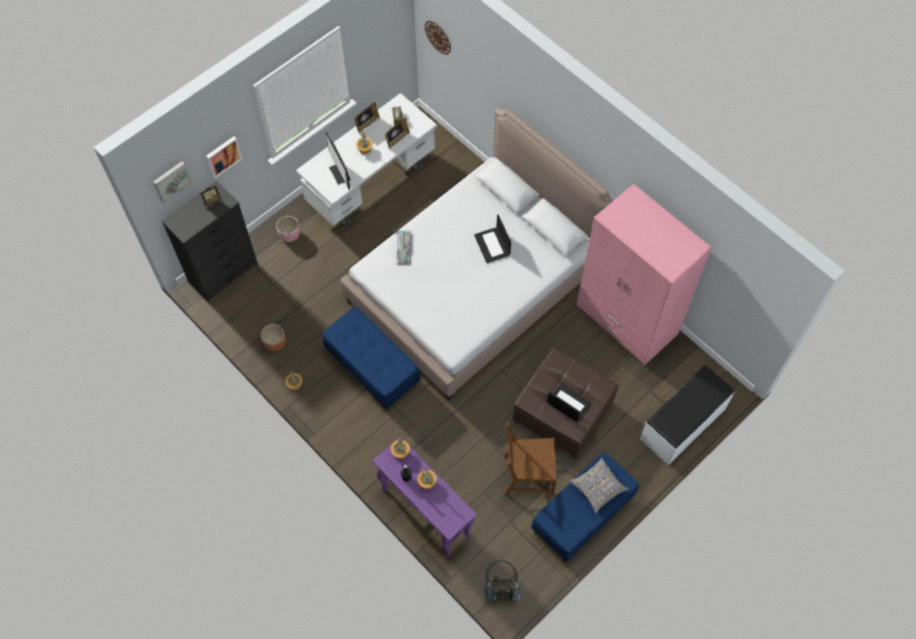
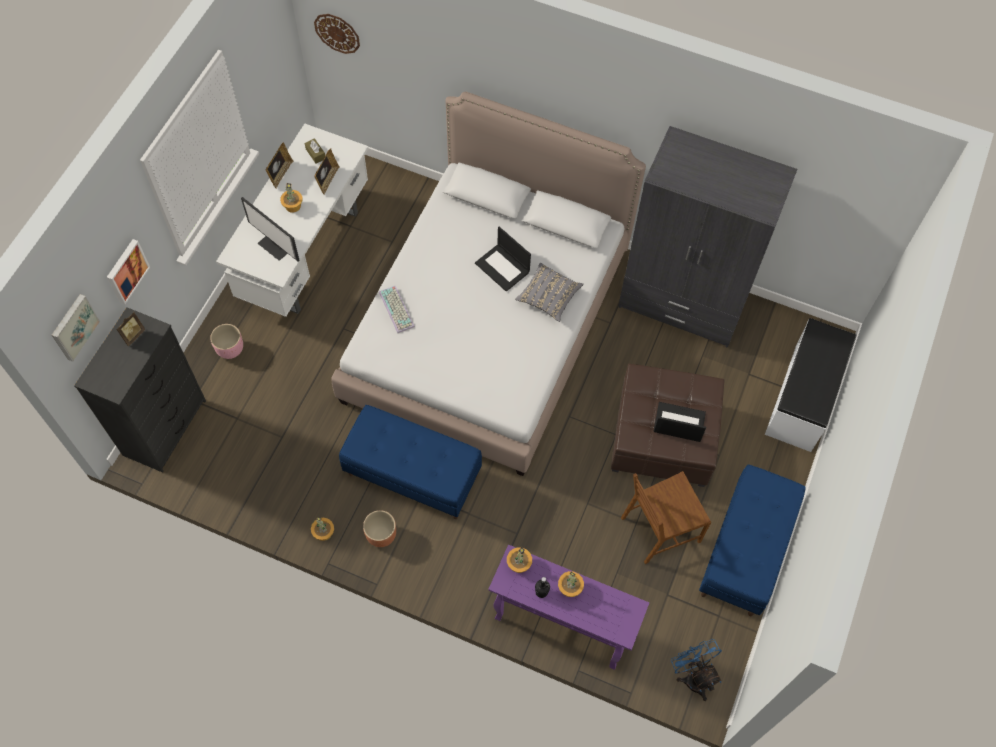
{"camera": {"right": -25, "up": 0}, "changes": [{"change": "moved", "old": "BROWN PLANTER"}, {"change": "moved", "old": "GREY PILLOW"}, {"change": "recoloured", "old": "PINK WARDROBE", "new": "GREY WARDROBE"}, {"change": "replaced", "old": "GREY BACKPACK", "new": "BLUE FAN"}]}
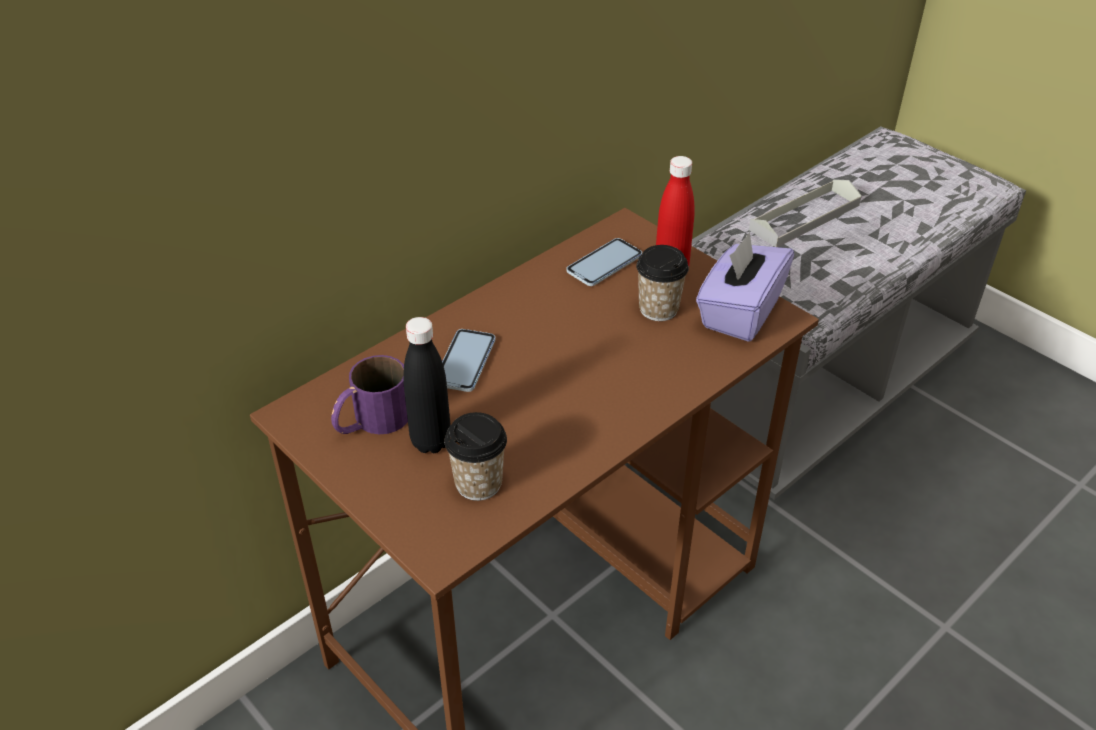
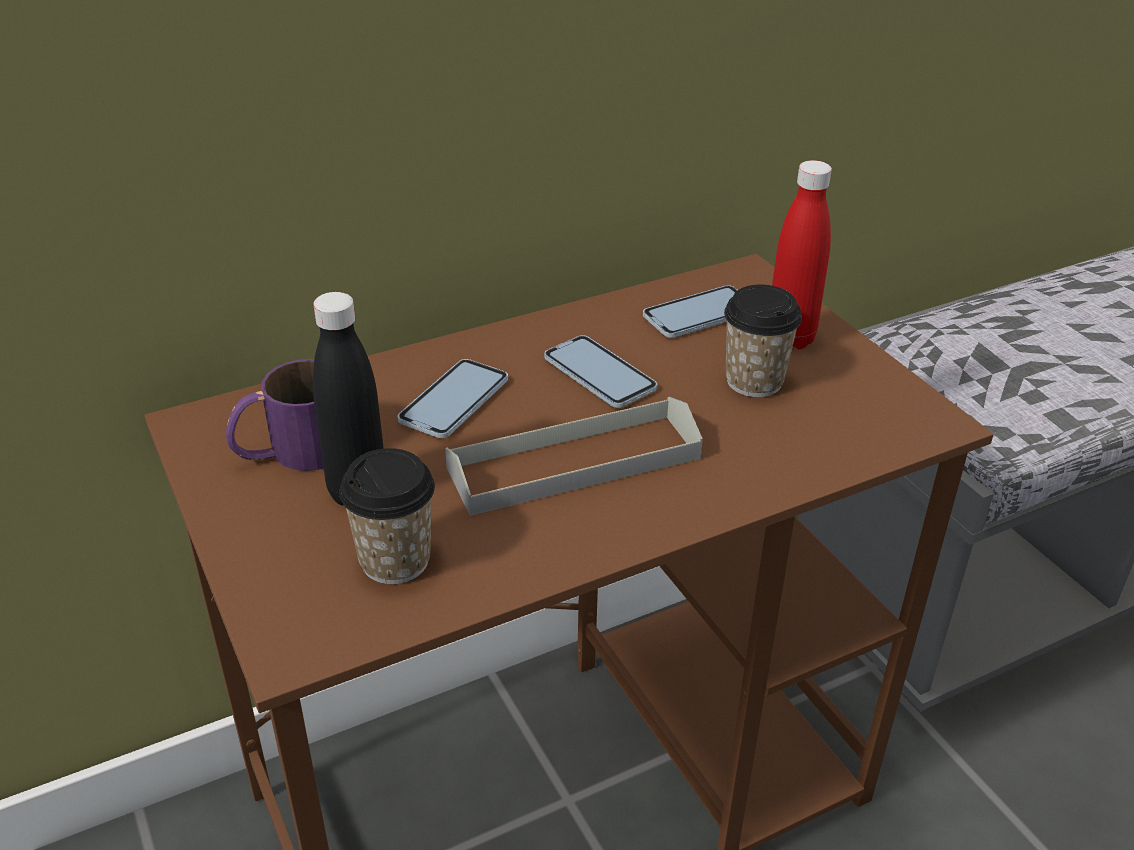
{"camera": {"right": 15, "up": -5}, "changes": [{"change": "moved", "old": "GREY TRAY"}, {"change": "added", "new": "PHONE (2nd from left)"}, {"change": "removed", "old": "PURPLE TISSUE BOX"}]}
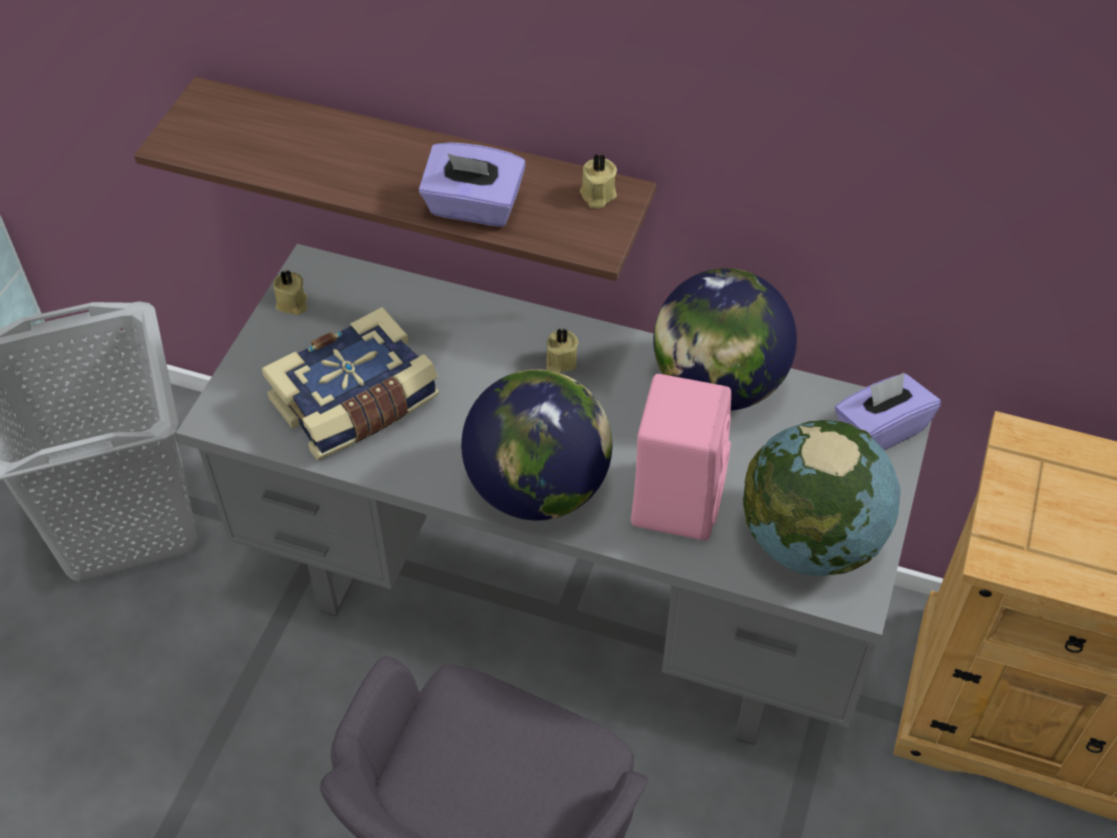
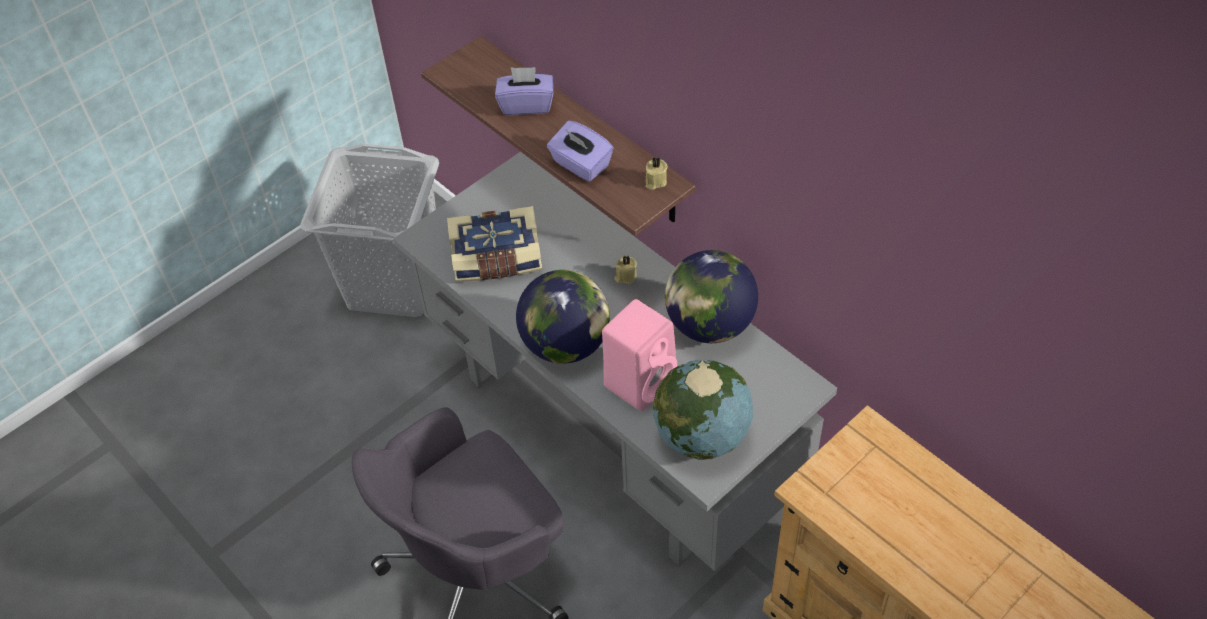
{"camera": {"right": 30, "up": 0}, "changes": [{"change": "moved", "old": "PURPLE TISSUE BOX (2nd from left in the first image)", "new": "PURPLE TISSUE BOX (1st from left)"}, {"change": "removed", "old": "BEIGE CANDLE (1st from left)"}]}
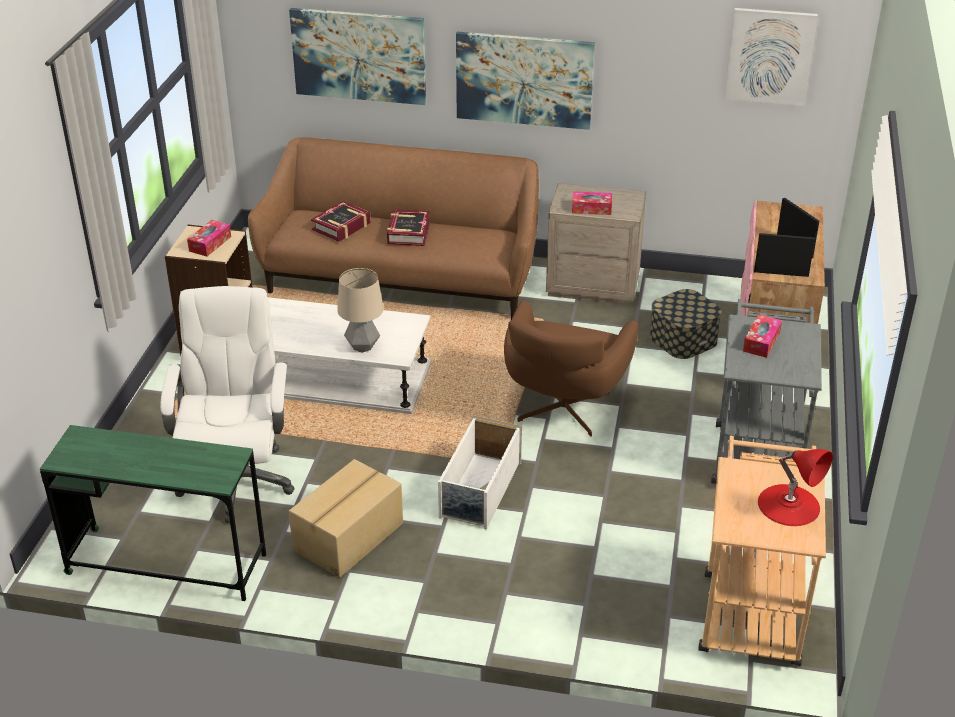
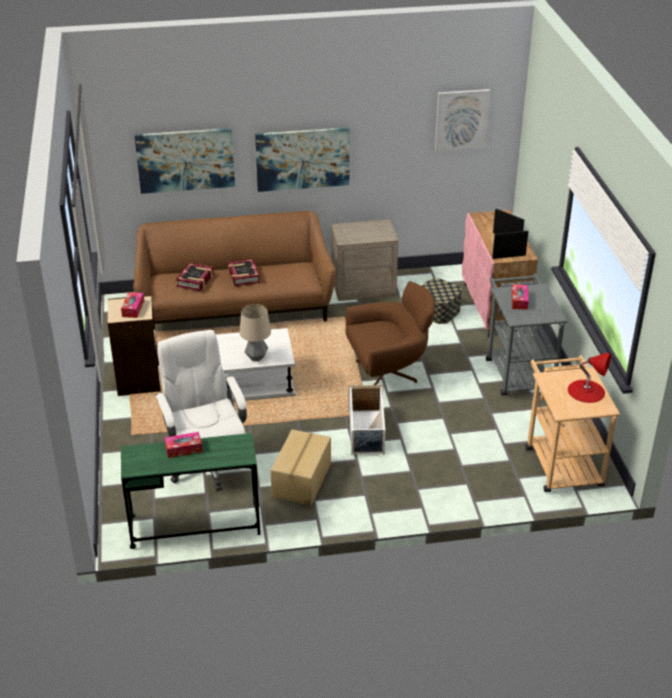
{"camera": {"right": -20, "up": 0}, "changes": [{"change": "moved", "old": "TISSUE BOX (2nd from left)"}, {"change": "turned", "old": "BROWN ARMCHAIR", "degrees": -105}]}
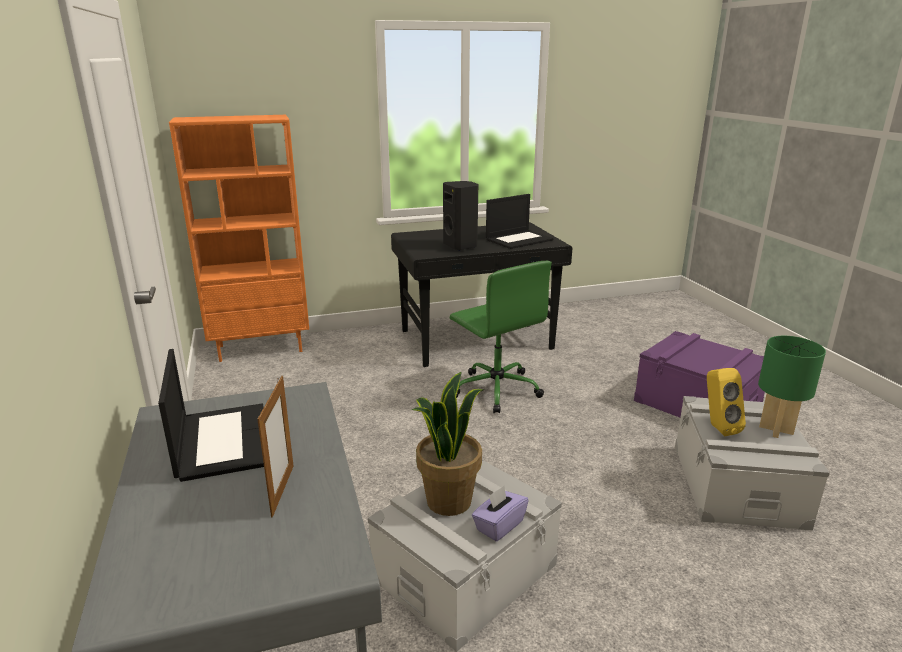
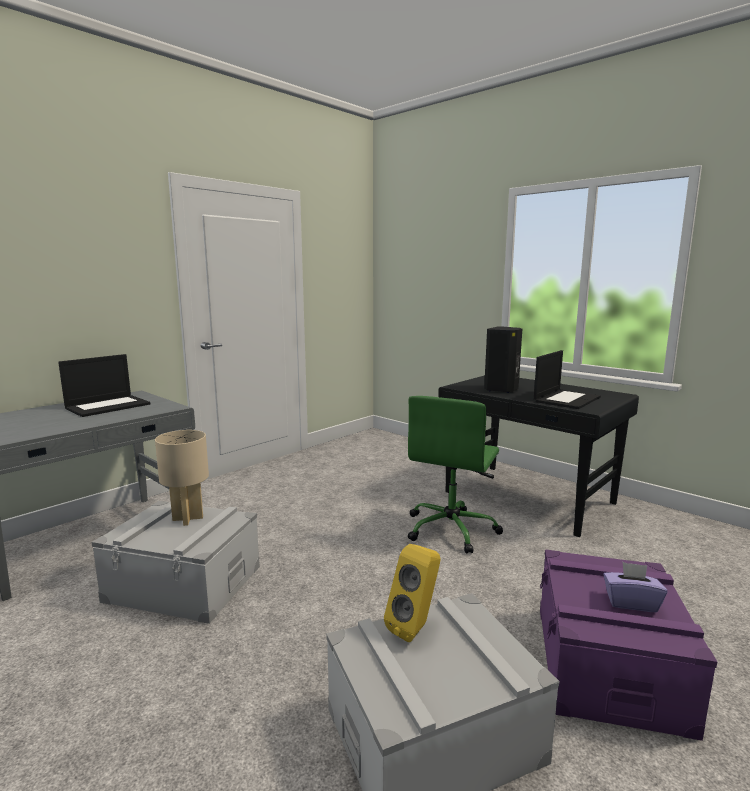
{"camera": {"right": 60, "up": -10}, "changes": [{"change": "replaced", "old": "POTTED PLANT", "new": "BEIGE TABLE LAMP"}, {"change": "turned", "old": "LAPTOP (2nd from left)", "degrees": -75}, {"change": "moved", "old": "PURPLE TISSUE BOX"}, {"change": "removed", "old": "ORANGE BOOKCASE"}, {"change": "removed", "old": "PICTURE FRAME"}, {"change": "removed", "old": "GREEN TABLE LAMP"}]}
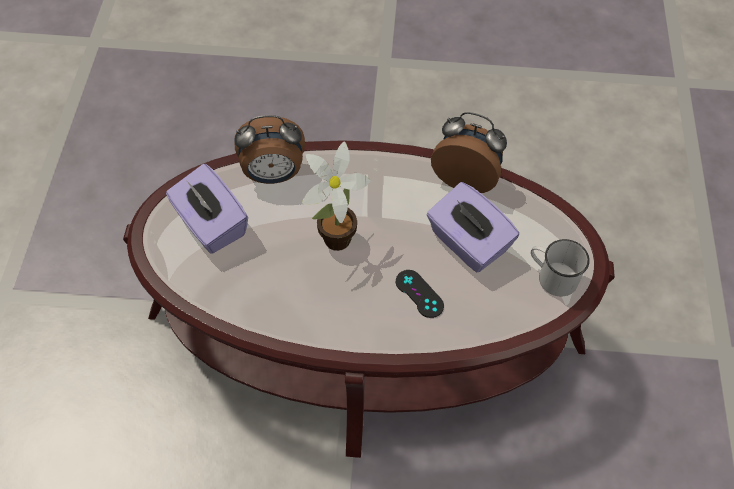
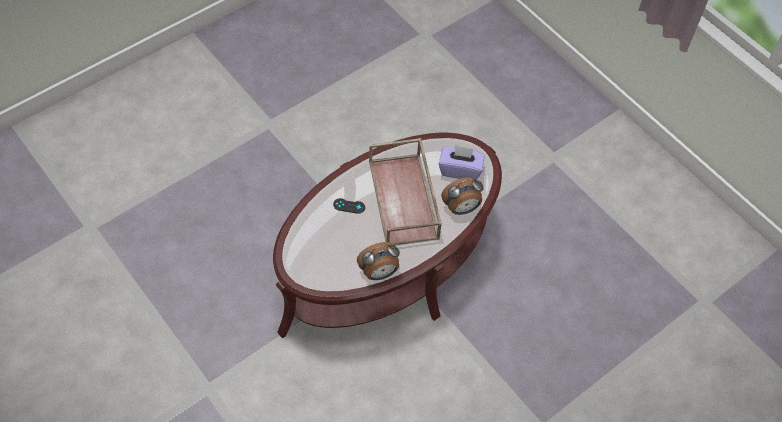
{"camera": {"right": 135, "up": 0}, "changes": [{"change": "replaced", "old": "POTTED PLANT", "new": "BROWN TRAY"}, {"change": "turned", "old": "ALARM CLOCK (1st from left in the first image)", "degrees": -150}, {"change": "removed", "old": "PURPLE TISSUE BOX (2nd from left)"}, {"change": "removed", "old": "WHITE MUG"}]}
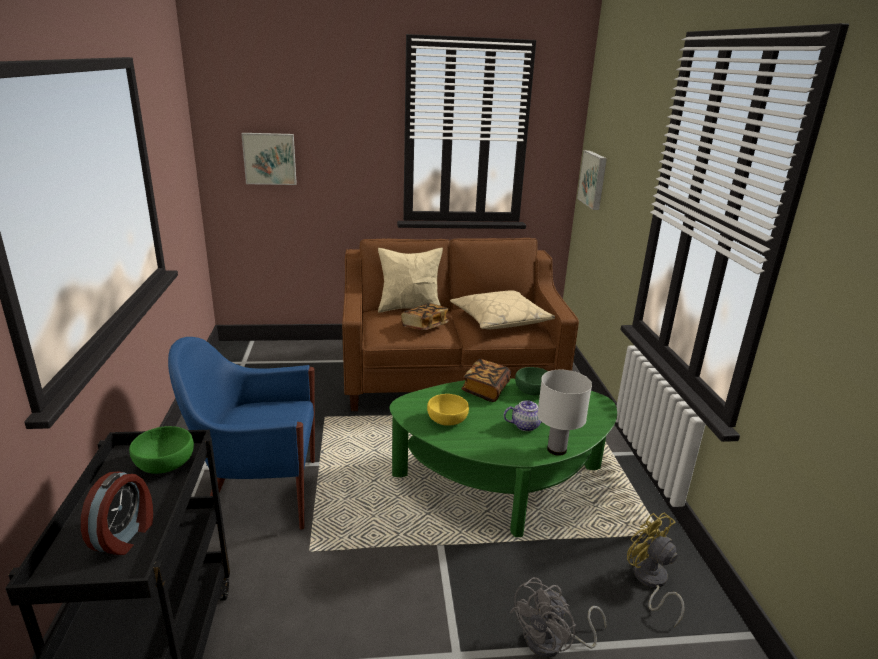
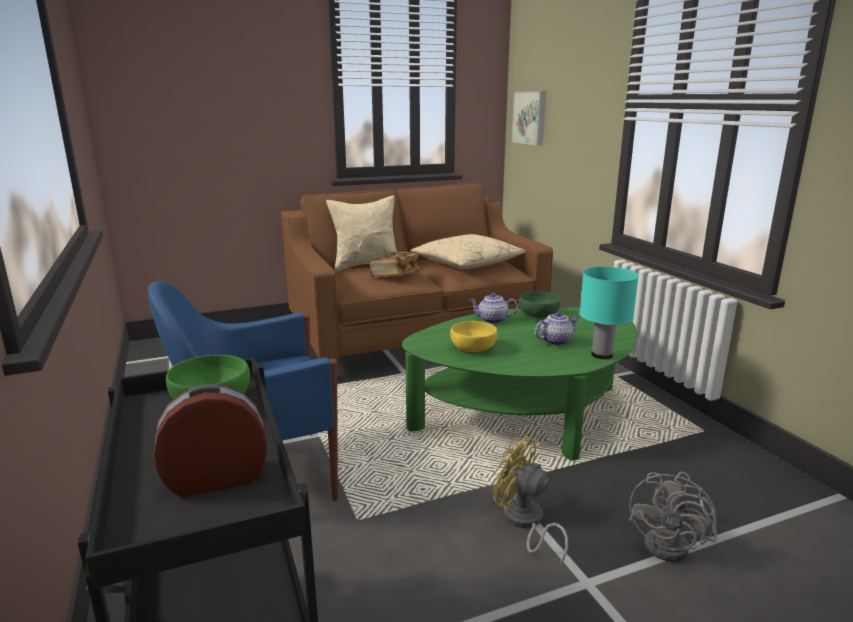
{"camera": {"right": -15, "up": -5}, "changes": [{"change": "turned", "old": "ALARM CLOCK", "degrees": -105}, {"change": "replaced", "old": "BOOK (2nd from left)", "new": "TEAPOT (1st from left)"}, {"change": "moved", "old": "YELLOW FAN"}, {"change": "recoloured", "old": "WHITE TABLE LAMP", "new": "TURQUOISE TABLE LAMP"}, {"change": "removed", "old": "PICTURE (1st from left)"}]}
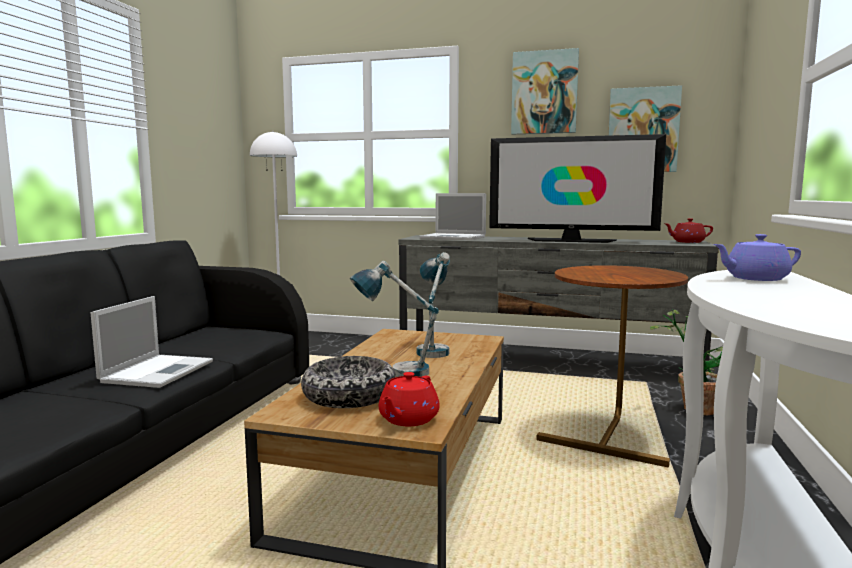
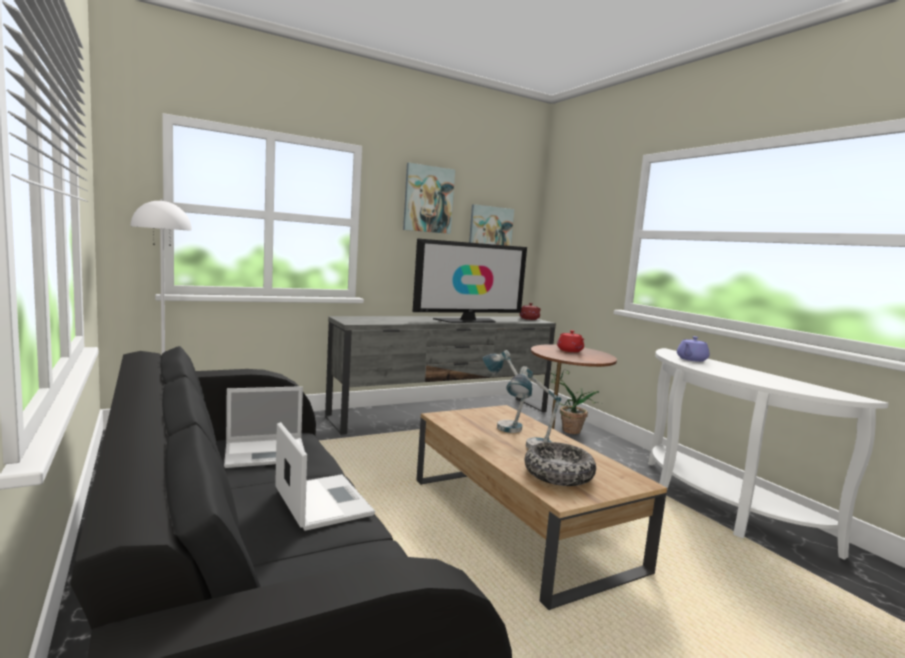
{"camera": {"right": -45, "up": 0}, "changes": [{"change": "moved", "old": "LAPTOP (2nd from left in the first image)", "new": "LAPTOP (1st from left)"}, {"change": "moved", "old": "RED TEAPOT (1st from left in the first image)", "new": "RED TEAPOT (2nd from left)"}]}
